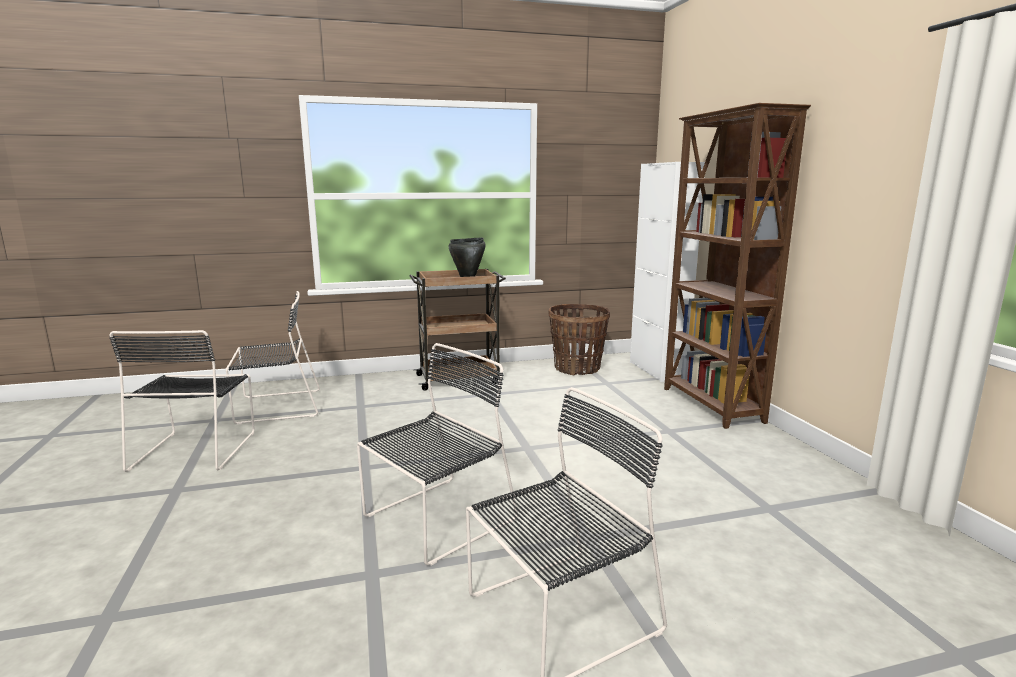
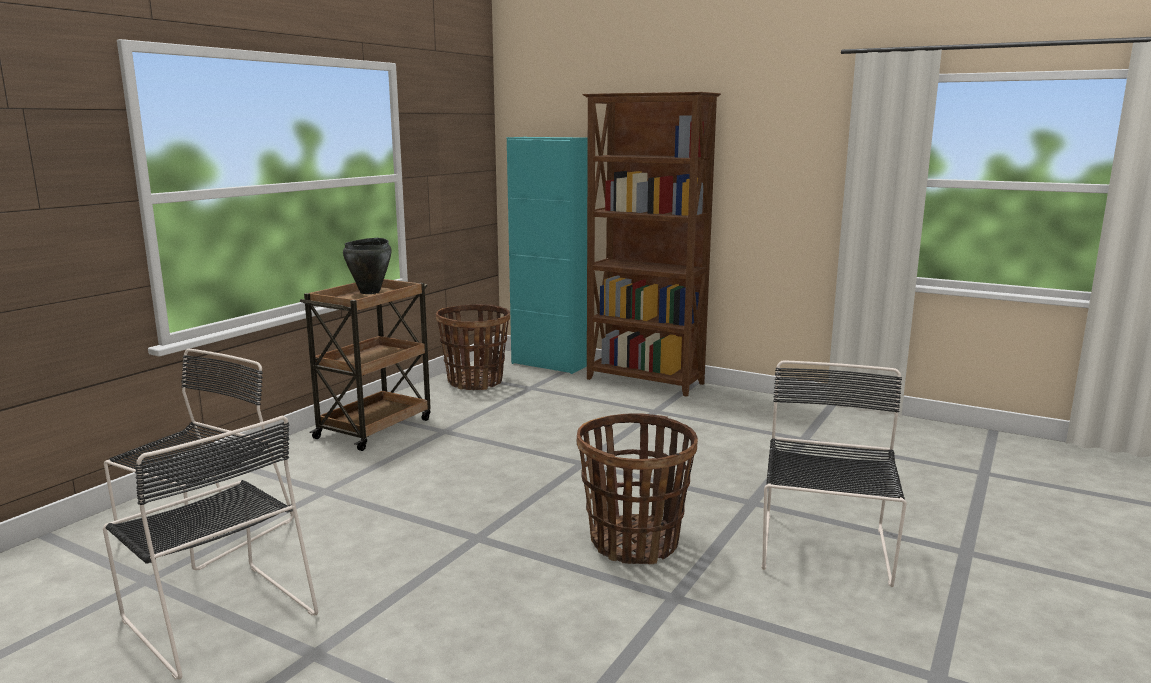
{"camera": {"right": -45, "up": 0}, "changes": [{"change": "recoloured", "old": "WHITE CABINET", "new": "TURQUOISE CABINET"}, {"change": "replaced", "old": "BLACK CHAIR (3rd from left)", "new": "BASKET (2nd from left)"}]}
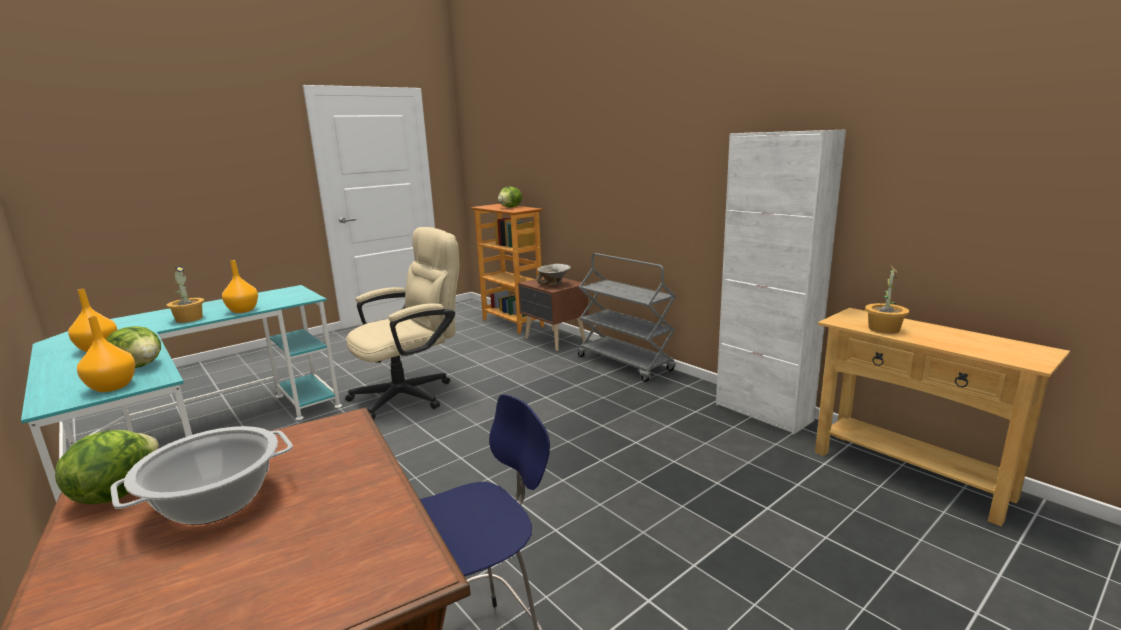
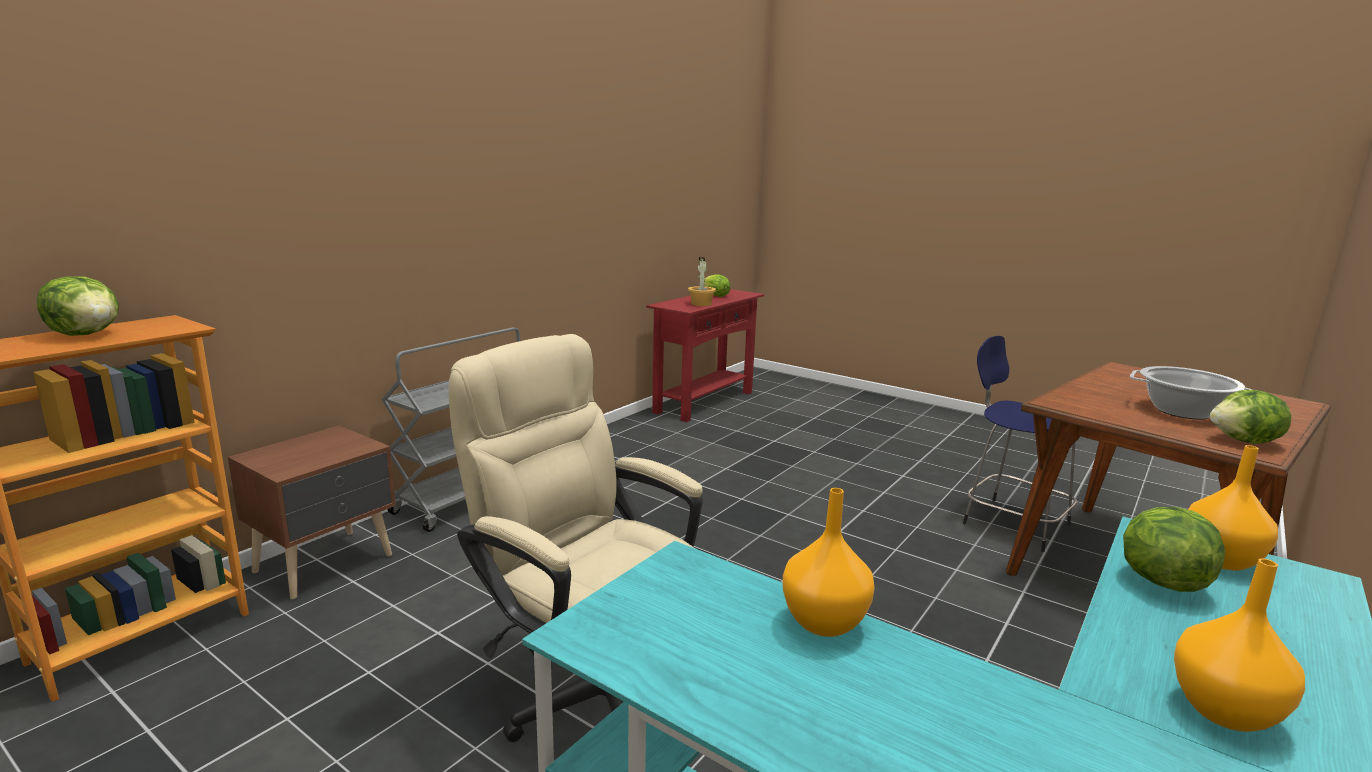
{"camera": {"right": -105, "up": 0}, "changes": [{"change": "recoloured", "old": "BEIGE CONSOLE TABLE", "new": "RED CONSOLE TABLE"}, {"change": "added", "new": "LETTUCE (2nd from left)"}, {"change": "removed", "old": "POTTED PLANT (1st from left)"}, {"change": "removed", "old": "BOWL"}, {"change": "removed", "old": "WHITE CABINET"}]}
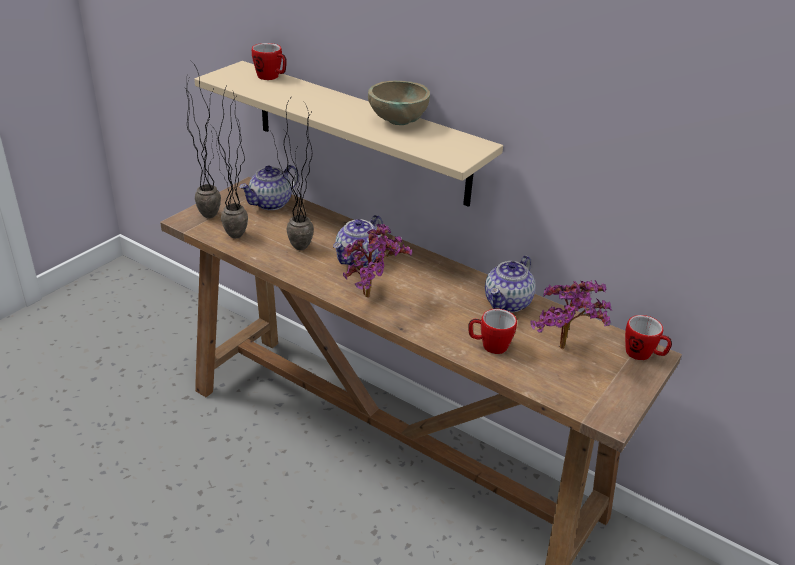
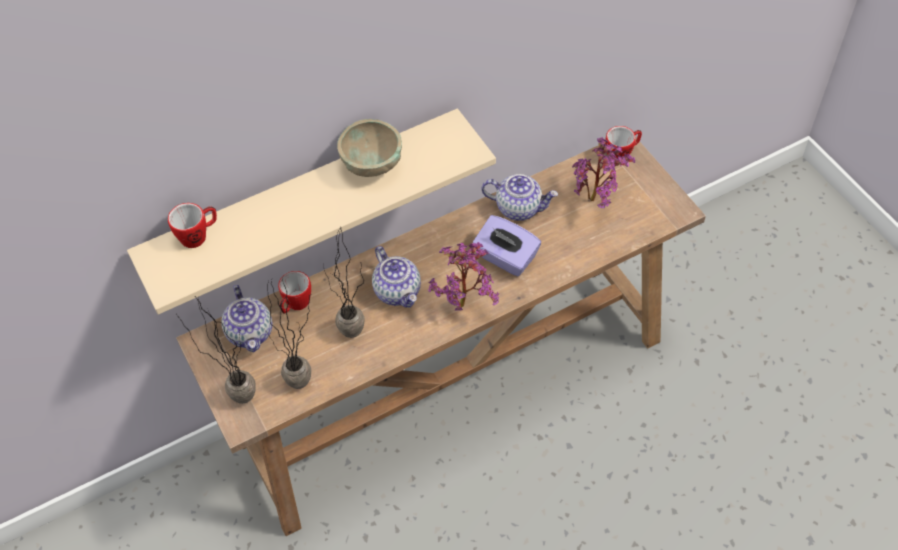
{"camera": {"right": -60, "up": 20}, "changes": [{"change": "moved", "old": "MUG (2nd from left)"}, {"change": "added", "new": "PURPLE TISSUE BOX"}, {"change": "turned", "old": "TEAPOT (3rd from left)", "degrees": -45}]}
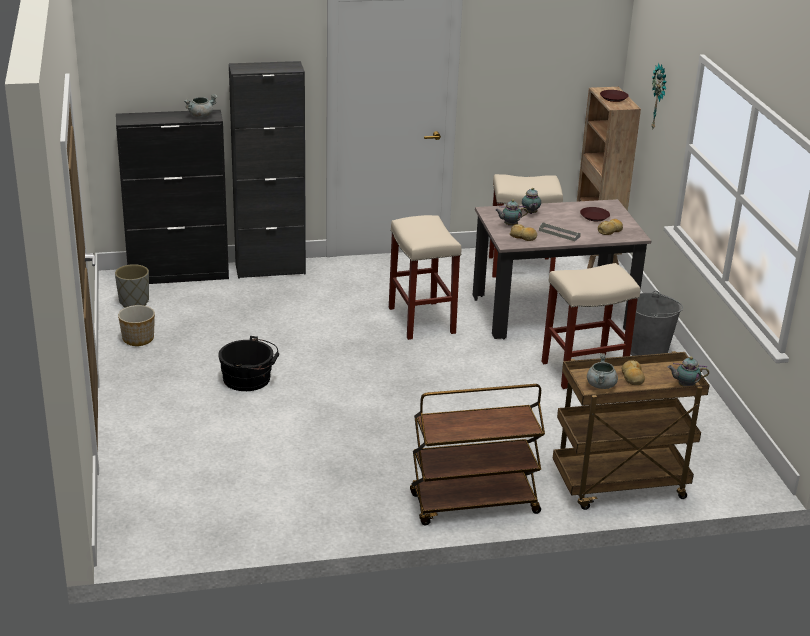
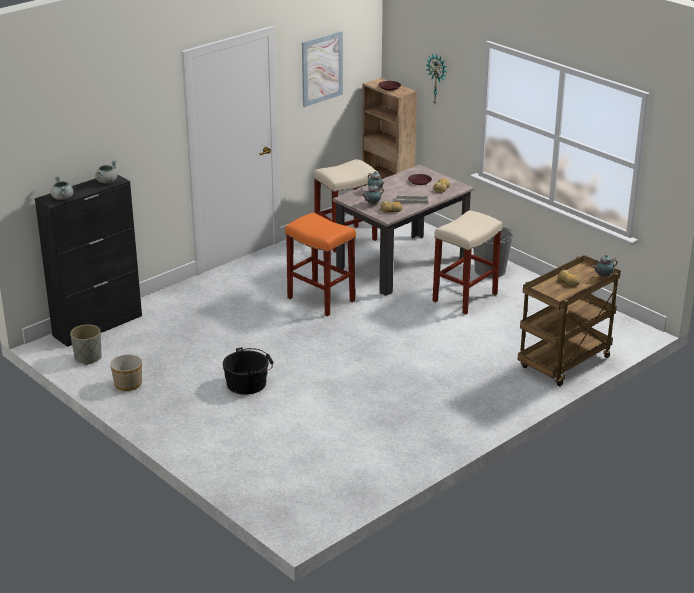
{"camera": {"right": -30, "up": 0}, "changes": [{"change": "moved", "old": "GREY COOKING POT (2nd from left in the first image)", "new": "GREY COOKING POT (1st from left)"}, {"change": "recoloured", "old": "BEIGE STOOL (1st from left)", "new": "ORANGE STOOL"}, {"change": "added", "new": "PICTURE"}, {"change": "removed", "old": "BLACK CABINET (2nd from left)"}, {"change": "removed", "old": "BROWN CART (1st from left)"}]}
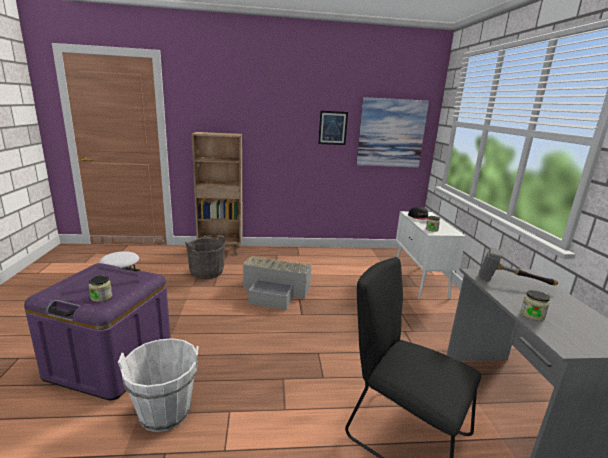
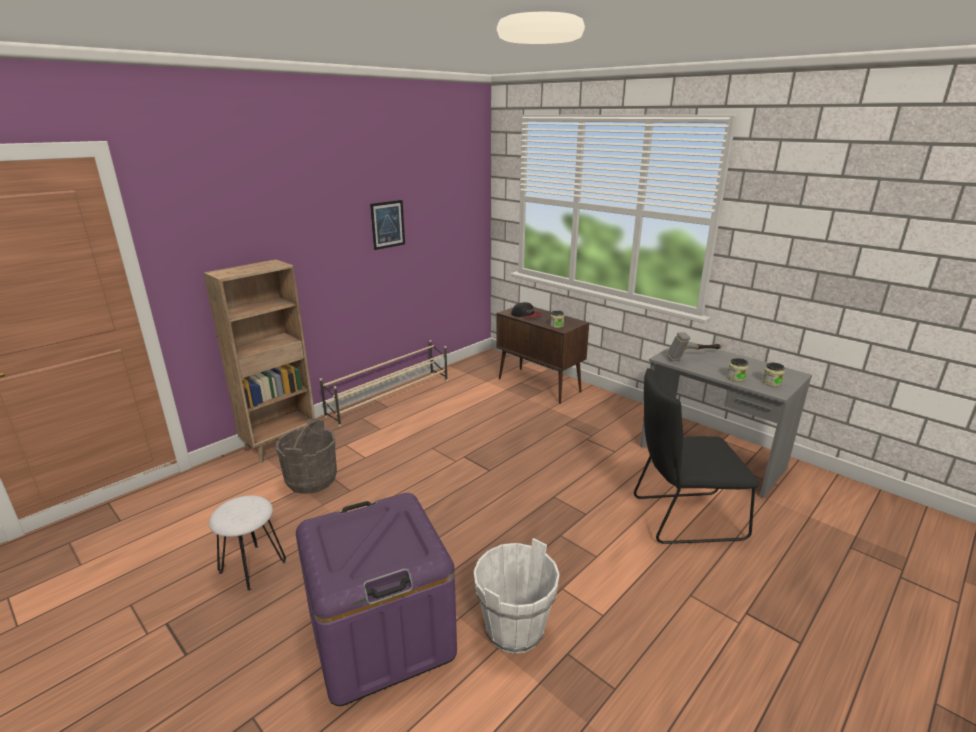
{"camera": {"right": -40, "up": 5}, "changes": [{"change": "added", "new": "BEIGE SHOE RACK"}, {"change": "recoloured", "old": "WHITE CABINET", "new": "BROWN CABINET"}, {"change": "moved", "old": "JAR (1st from left in the first image)", "new": "JAR (3rd from left)"}, {"change": "removed", "old": "GREY STORAGE BOX"}, {"change": "removed", "old": "PICTURE (2nd from left)"}]}
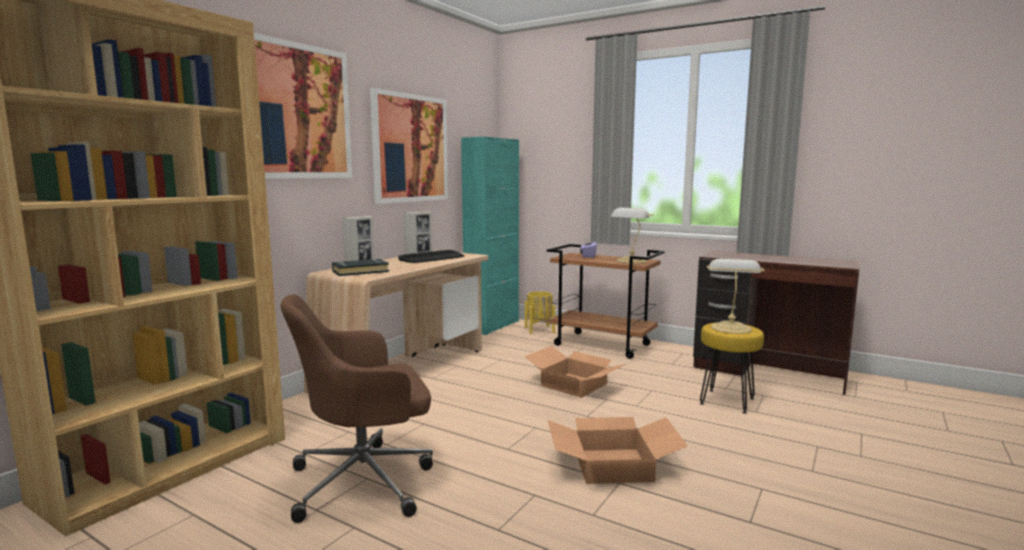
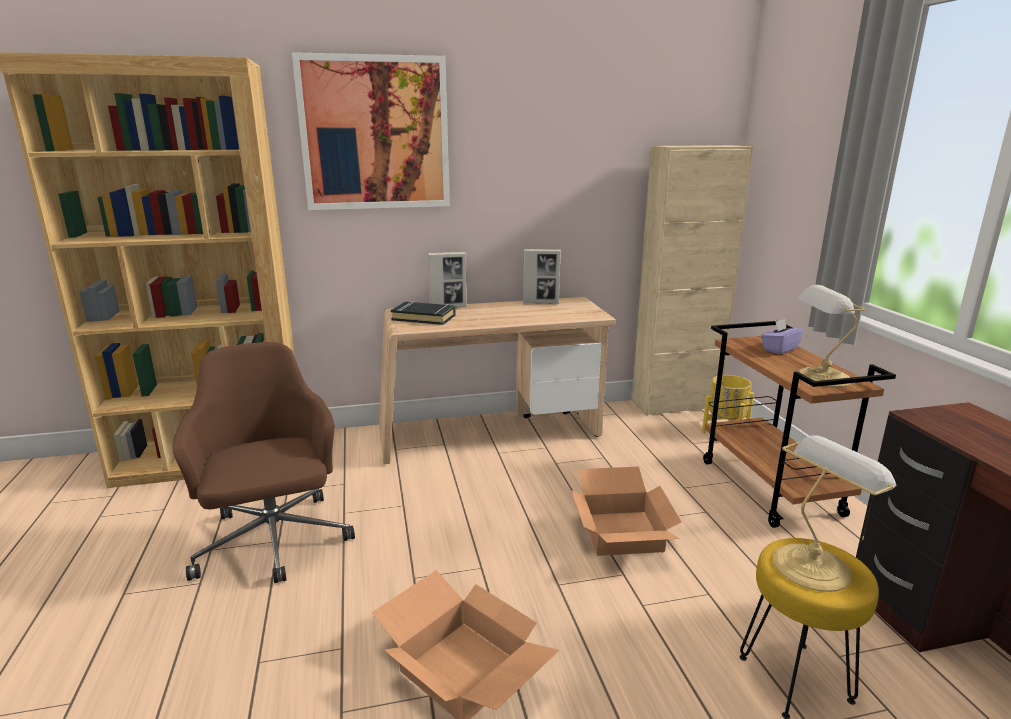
{"camera": {"right": 45, "up": 10}, "changes": [{"change": "turned", "old": "BROWN OFFICE CHAIR", "degrees": 45}, {"change": "recoloured", "old": "TURQUOISE CABINET", "new": "BEIGE CABINET"}, {"change": "removed", "old": "PICTURE (2nd from left)"}, {"change": "removed", "old": "KEYBOARD"}]}
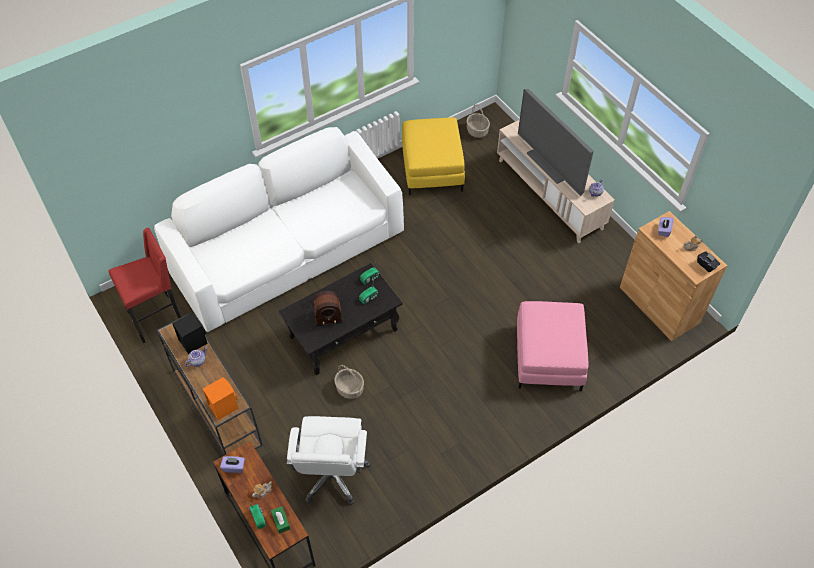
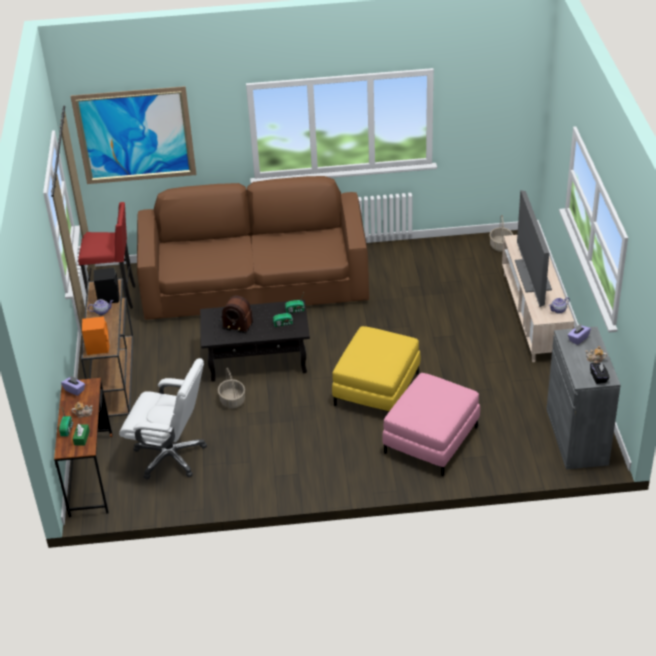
{"camera": {"right": 30, "up": -15}, "changes": [{"change": "added", "new": "PICTURE"}, {"change": "turned", "old": "WHITE OFFICE CHAIR", "degrees": -105}, {"change": "recoloured", "old": "WHITE SOFA", "new": "BROWN SOFA"}, {"change": "moved", "old": "YELLOW OTTOMAN"}, {"change": "recoloured", "old": "BROWN CABINET", "new": "GREY CABINET"}]}
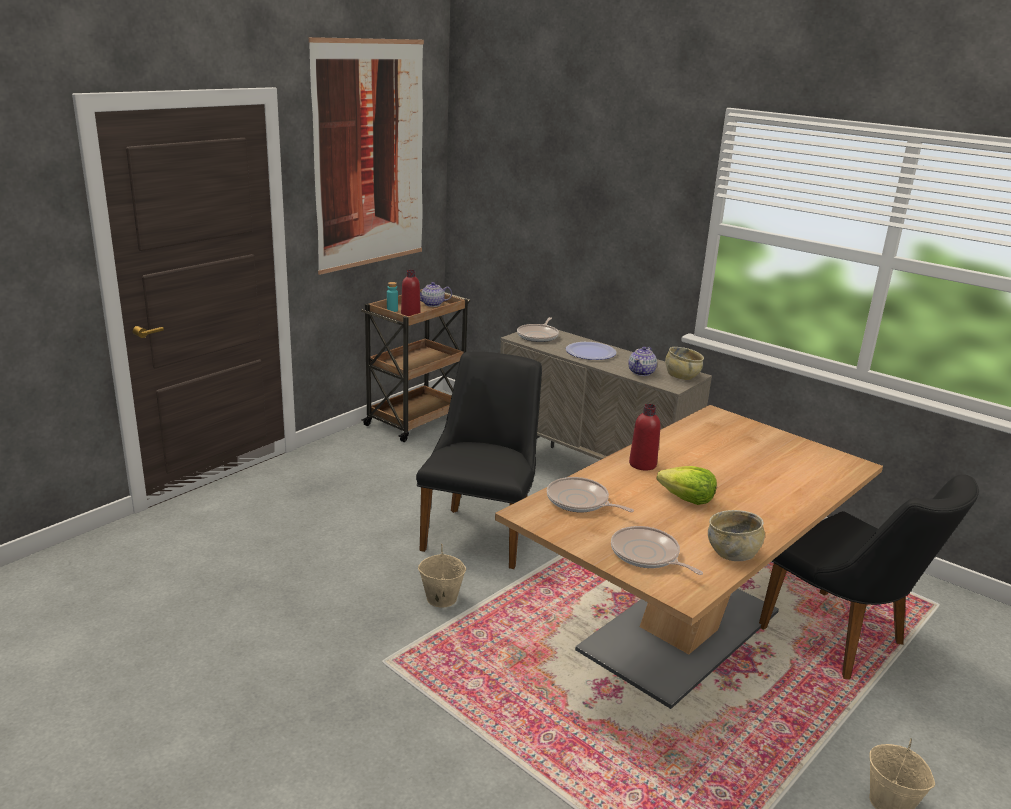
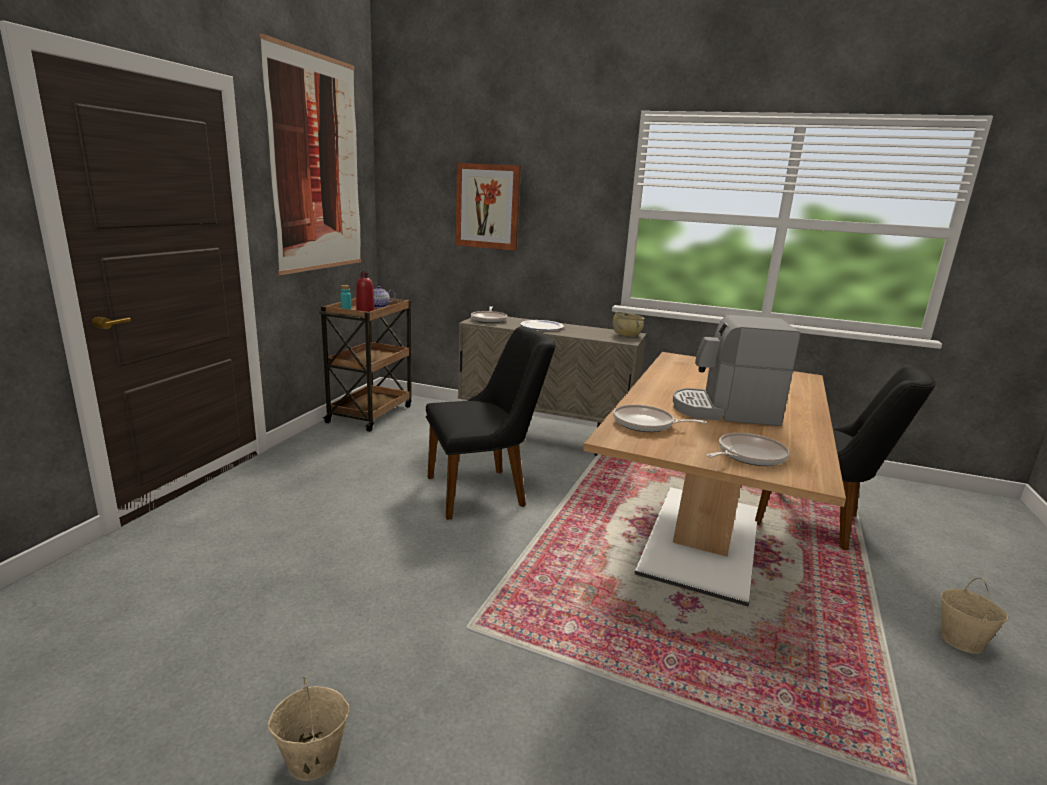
{"camera": {"right": -20, "up": -5}, "changes": [{"change": "moved", "old": "BEIGE BUCKET (1st from left)"}, {"change": "turned", "old": "BLACK CHAIR (1st from left)", "degrees": 75}, {"change": "added", "new": "PICTURE (2nd from left)"}, {"change": "replaced", "old": "LETTUCE", "new": "COFFEE MACHINE"}, {"change": "turned", "old": "FRYING PAN (3rd from left)", "degrees": 120}, {"change": "removed", "old": "TEAPOT (2nd from left)"}, {"change": "removed", "old": "RED BOTTLE (2nd from left)"}, {"change": "removed", "old": "BEIGE BOWL (2nd from left)"}]}
